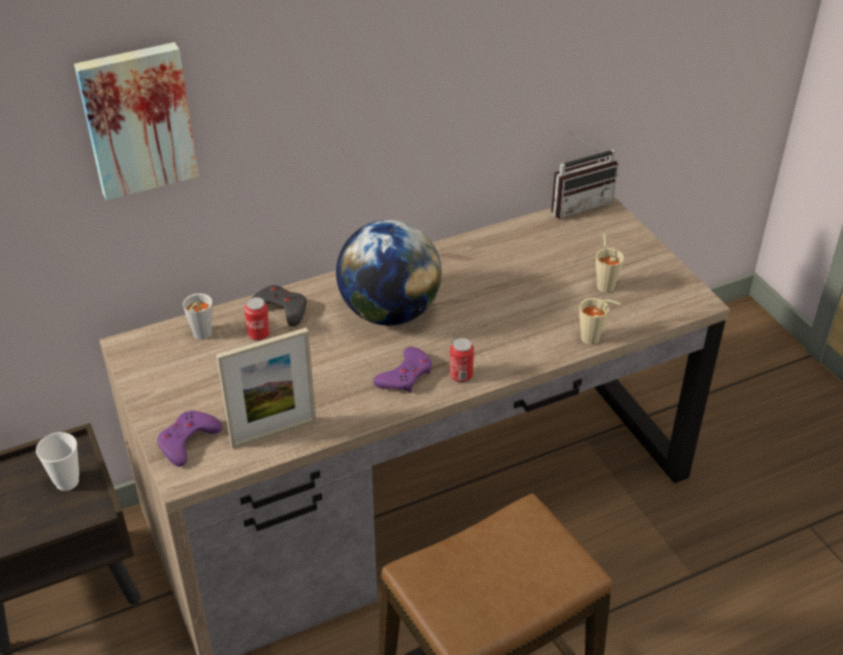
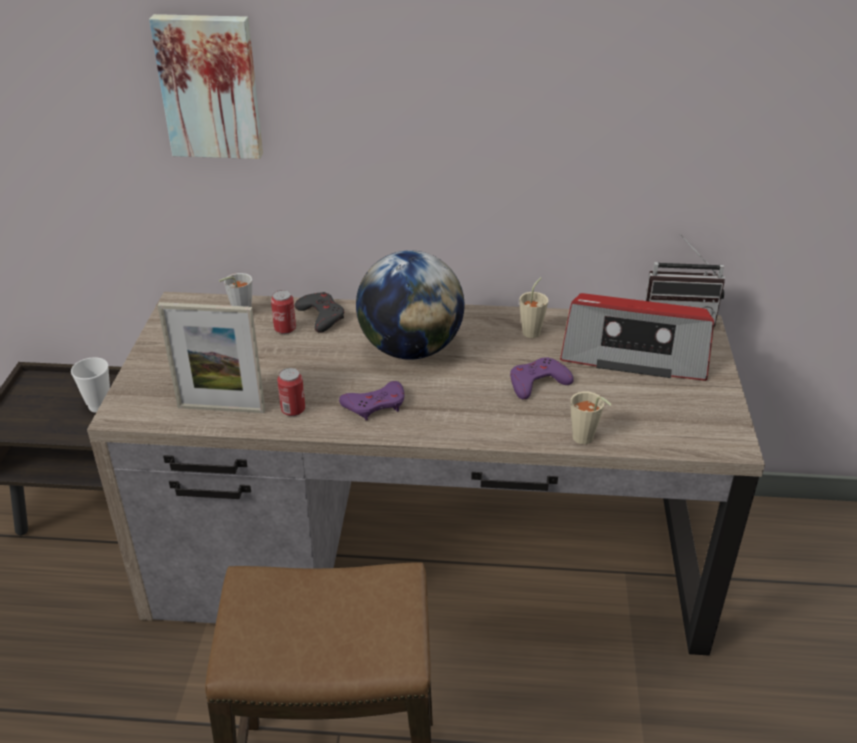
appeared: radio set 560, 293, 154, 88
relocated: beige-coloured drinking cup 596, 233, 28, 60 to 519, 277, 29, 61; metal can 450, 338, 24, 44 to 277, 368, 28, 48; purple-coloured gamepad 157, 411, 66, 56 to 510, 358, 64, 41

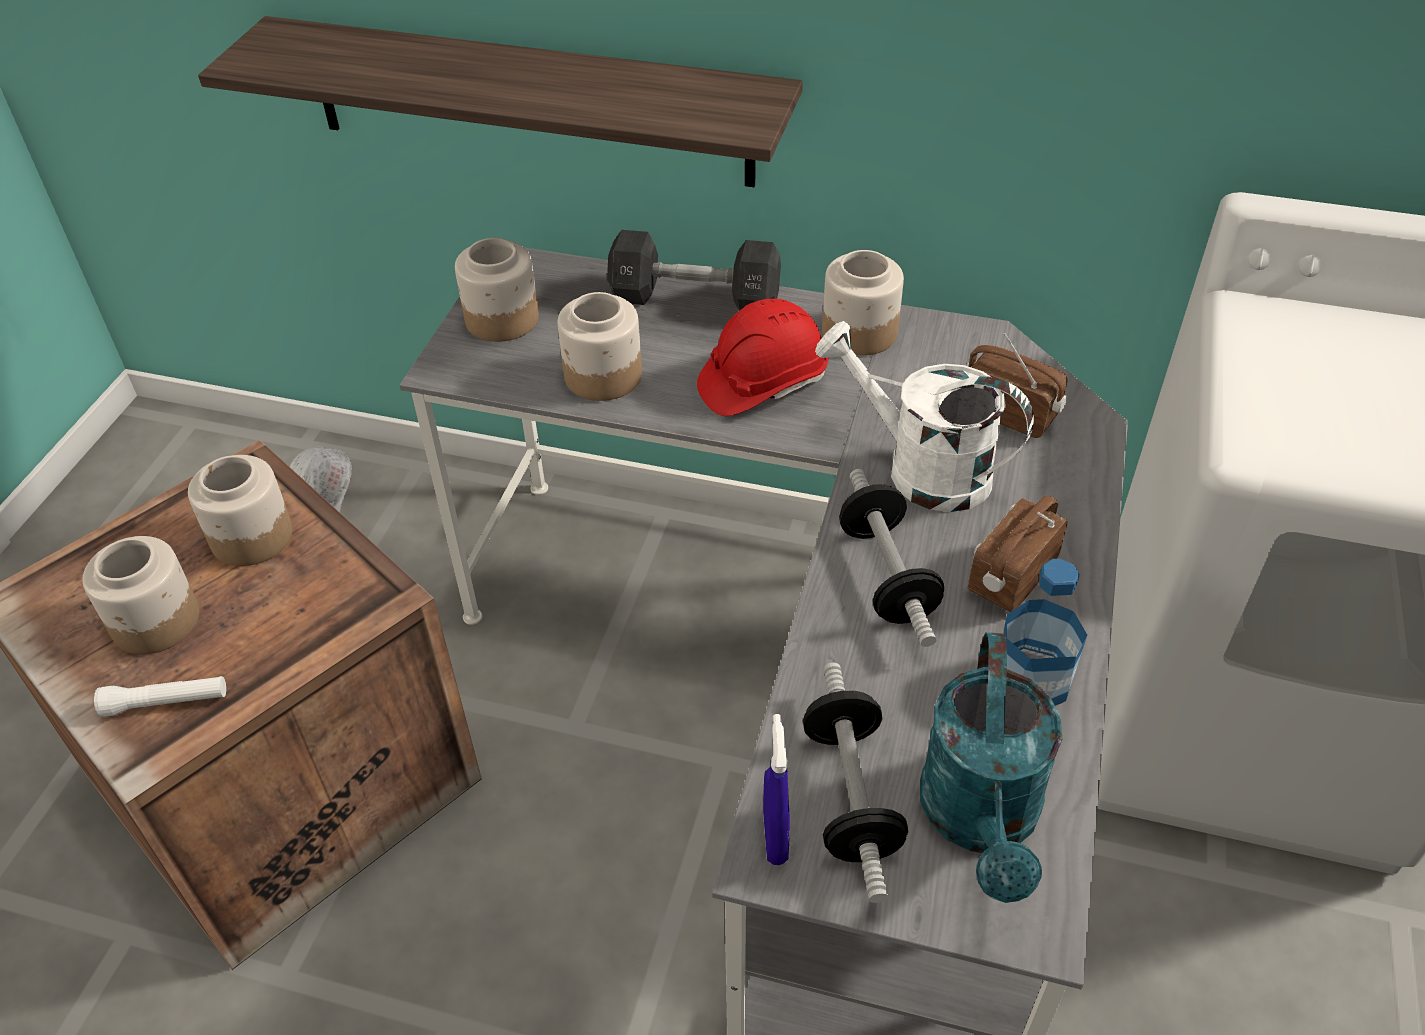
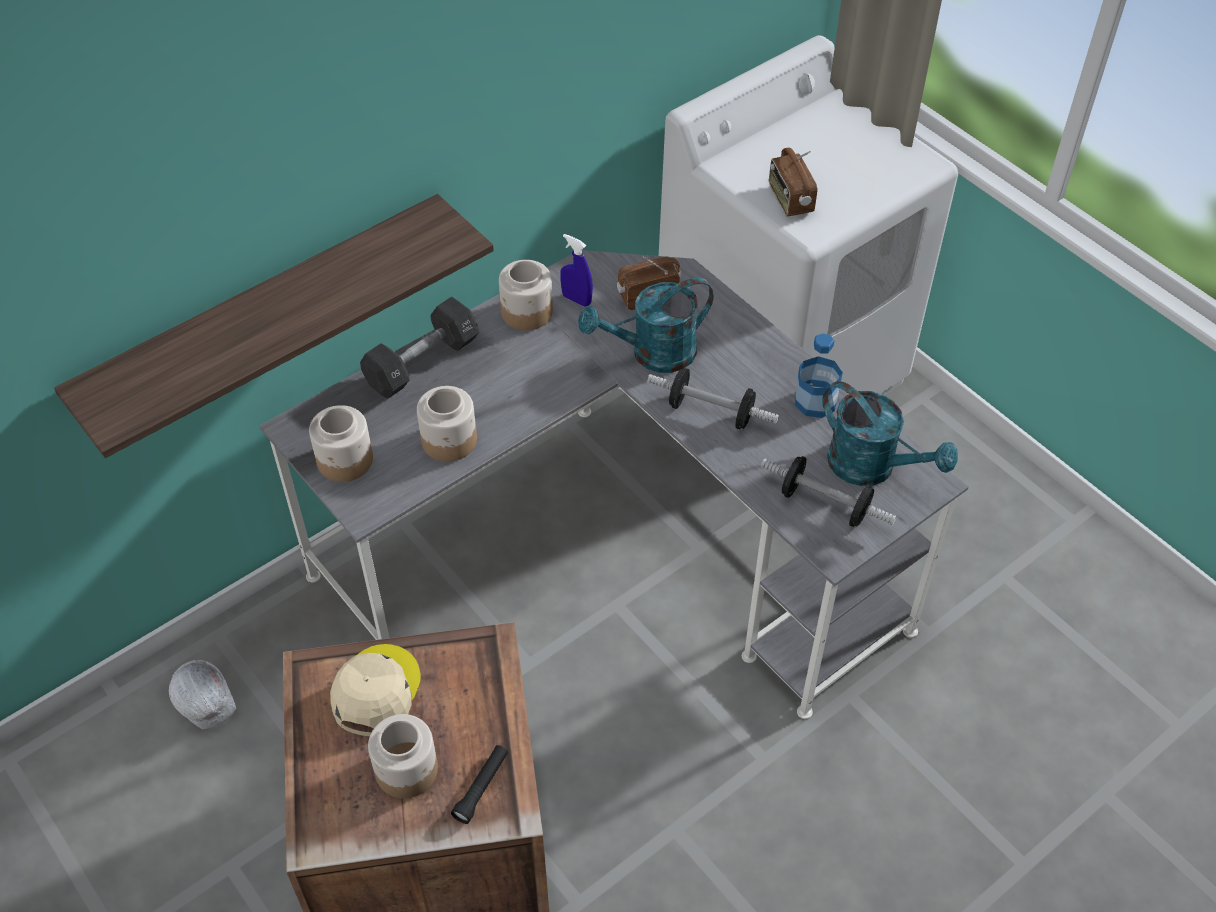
missing: red-coloured hard hat 697, 299, 132, 117
relocated: radio set 968, 496, 100, 116 to 769, 148, 48, 69; bluish hand sprayer 763, 714, 27, 151 to 560, 234, 33, 73
exchanged: storage jar 188, 455, 105, 111 to beige-coloured peaked cap 330, 644, 91, 92
colour: whitish watering can 815, 321, 219, 191 to blue-green watering can 578, 277, 135, 96; whitish torch 94, 676, 132, 41 to blackish torch 451, 745, 57, 79

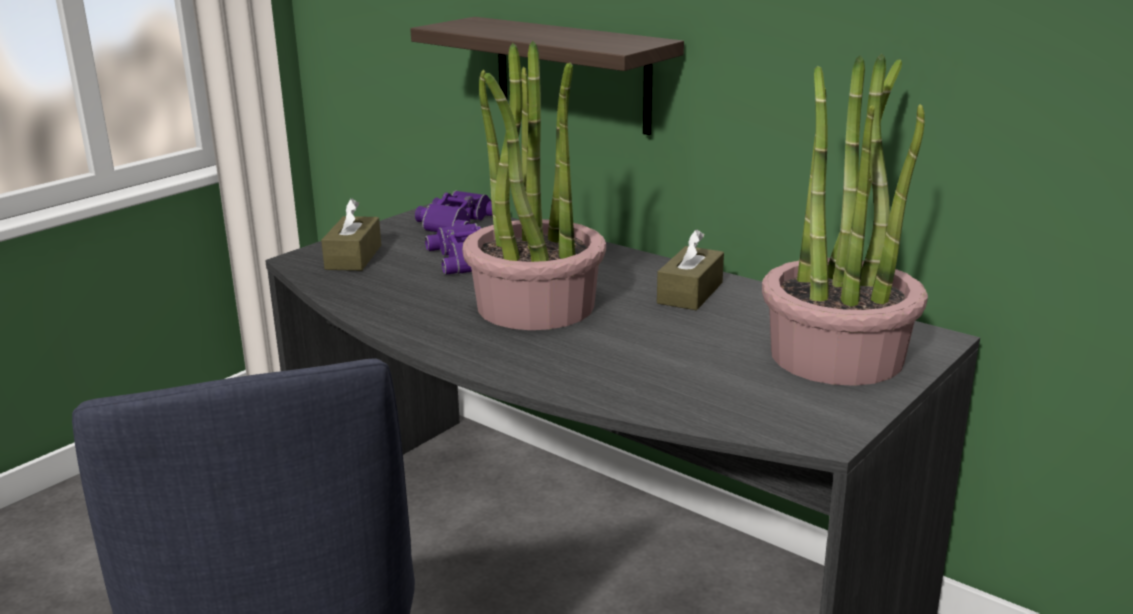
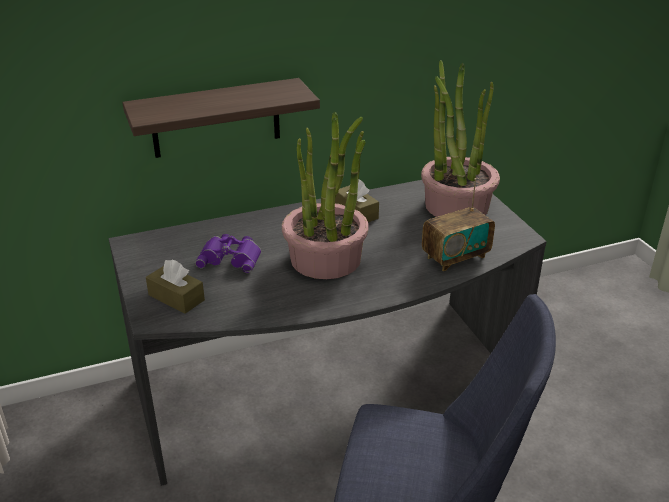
missing: purple-coloured binoculars 415, 191, 78, 41
appeared: radio set 422, 178, 73, 93

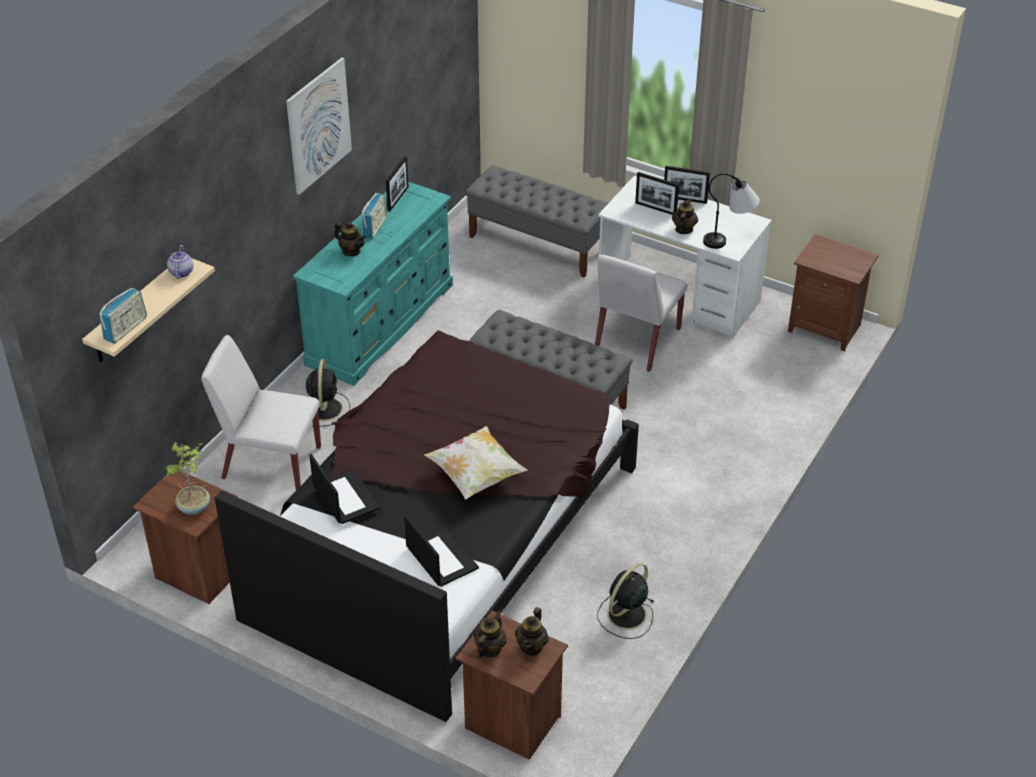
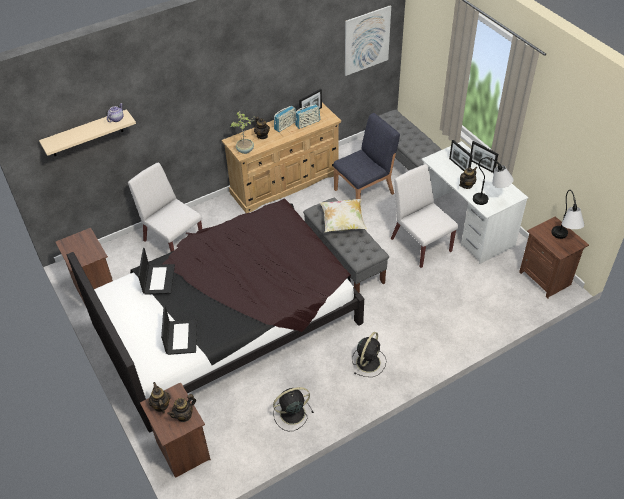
appeared: bluish plain chair 333, 113, 67, 86; tabletop lamp 551, 190, 34, 49
relocated: picture 286, 57, 66, 138 to 345, 5, 46, 71; radio set 100, 288, 47, 56 to 295, 104, 25, 25; blackish cooling fan 306, 359, 44, 67 to 352, 332, 34, 45; throw pillow 424, 426, 103, 74 to 320, 199, 47, 33; potted plant 164, 442, 46, 73 to 231, 111, 23, 43
colour: blue-green chest of drawers 293, 182, 160, 204 to beige-coloured chest of drawers 222, 102, 119, 111
spun: whitish plain chair 595, 255, 92, 117 = 391, 164, 67, 104 90 degrees clockwise; pot for tea 473, 610, 34, 48 = 149, 382, 21, 32 75 degrees counterclockwise

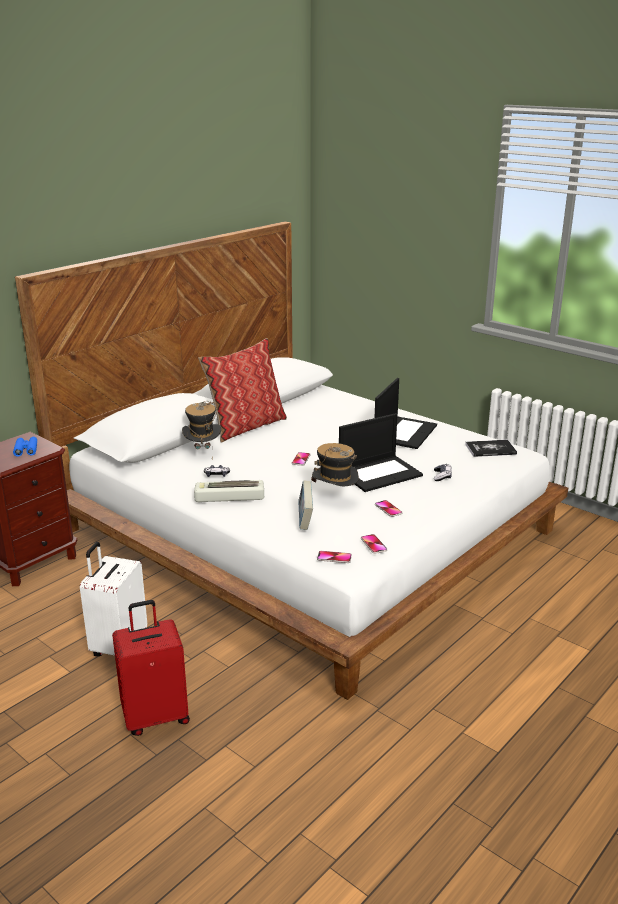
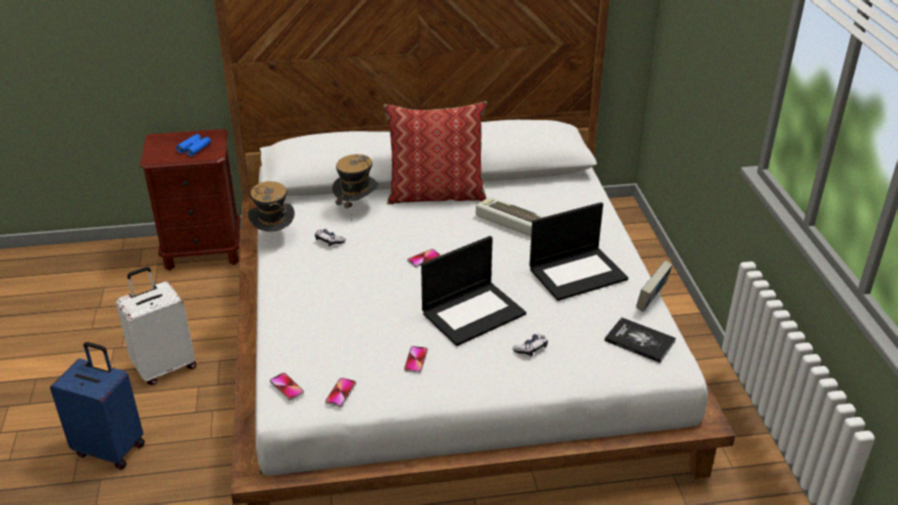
relocated: hat 311, 443, 48, 44 to 248, 181, 47, 51; computer keyboard 194, 480, 70, 22 to 476, 197, 69, 39; volume 298, 481, 15, 49 to 636, 260, 37, 52
colour: red-coloured piece of luggage 112, 600, 78, 136 to bluish piece of luggage 50, 342, 95, 128
spun: portable computer 339, 413, 84, 79 = 421, 236, 105, 110 45 degrees counterclockwise

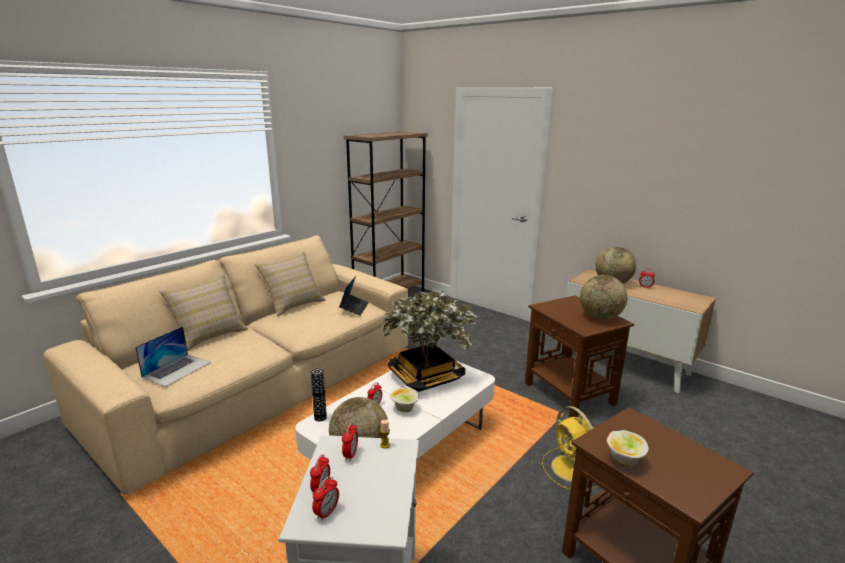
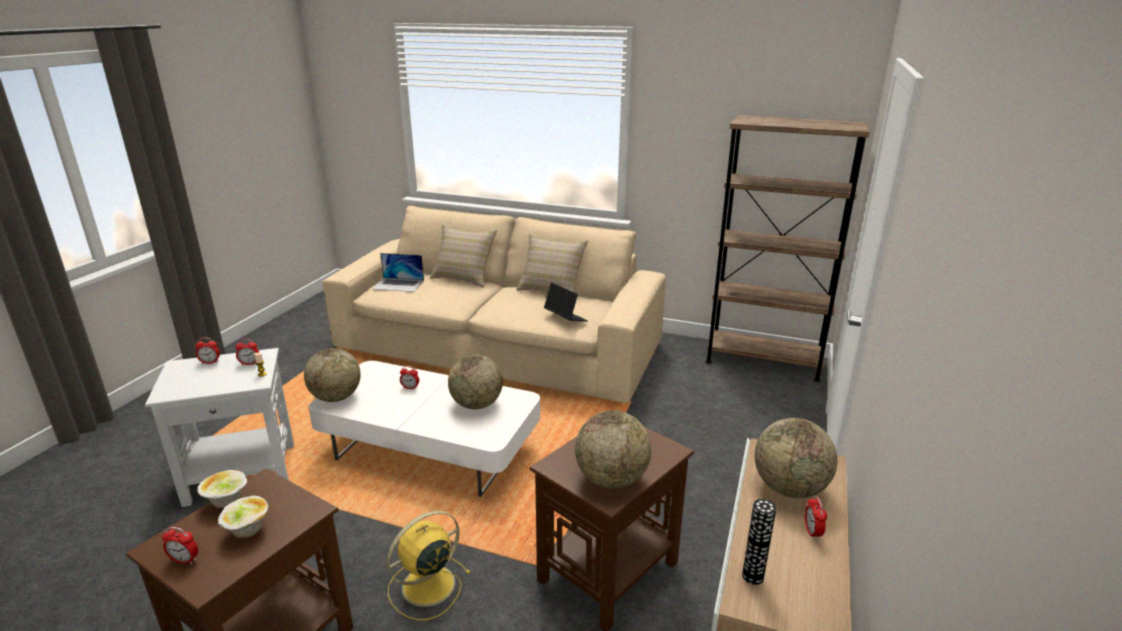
relocated: flower vase 311, 368, 16, 53 to 742, 499, 34, 86; deep dish 390, 388, 29, 24 to 218, 496, 50, 42; alarm clock 312, 476, 27, 45 to 162, 527, 36, 38
exchanged: potted plant 383, 290, 94, 102 to desk globe 448, 354, 55, 55
spun: portable computer 339, 276, 30, 40 = 544, 283, 44, 39 120 degrees counterclockwise

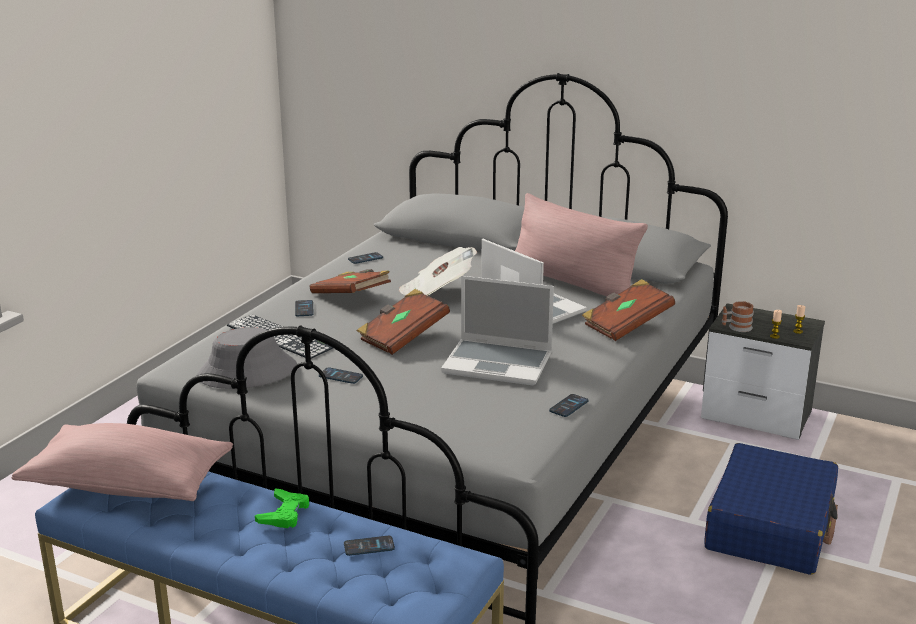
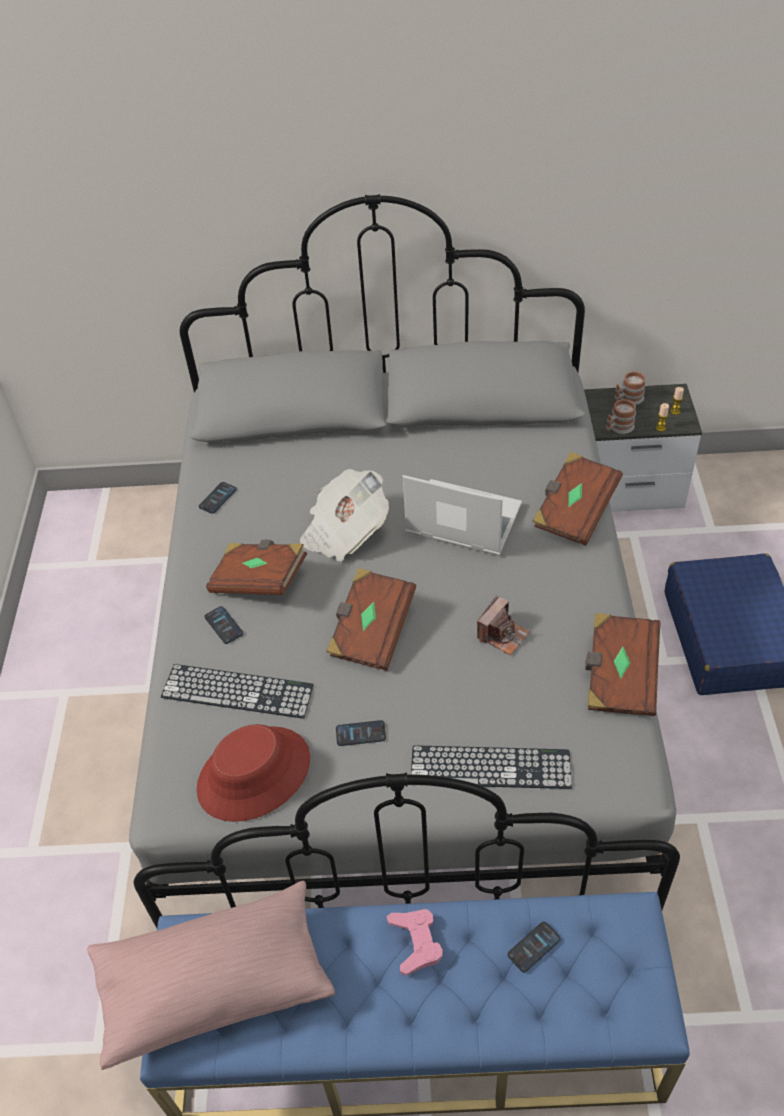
missing: pink-coloured throw pillow 515, 193, 133, 103
appeared: mug 614, 371, 32, 34; computer keyboard 411, 746, 161, 43
exchanged: portable computer 441, 276, 113, 110 to still camera 477, 595, 53, 61; handset 549, 394, 39, 23 to brownish volume 585, 613, 75, 103
colour: grey hat 197, 327, 100, 62 to red-coloured hat 196, 724, 114, 98; greenish gamepad 255, 488, 54, 40 to pink-coloured gamepad 386, 909, 57, 67

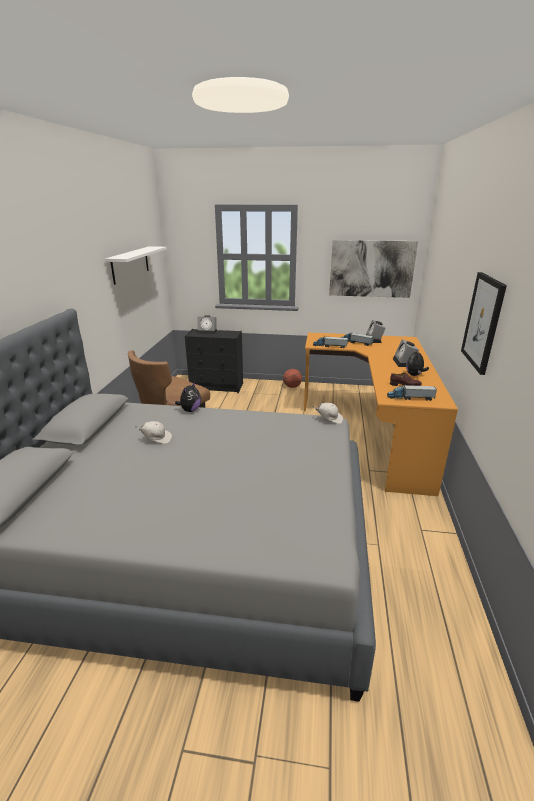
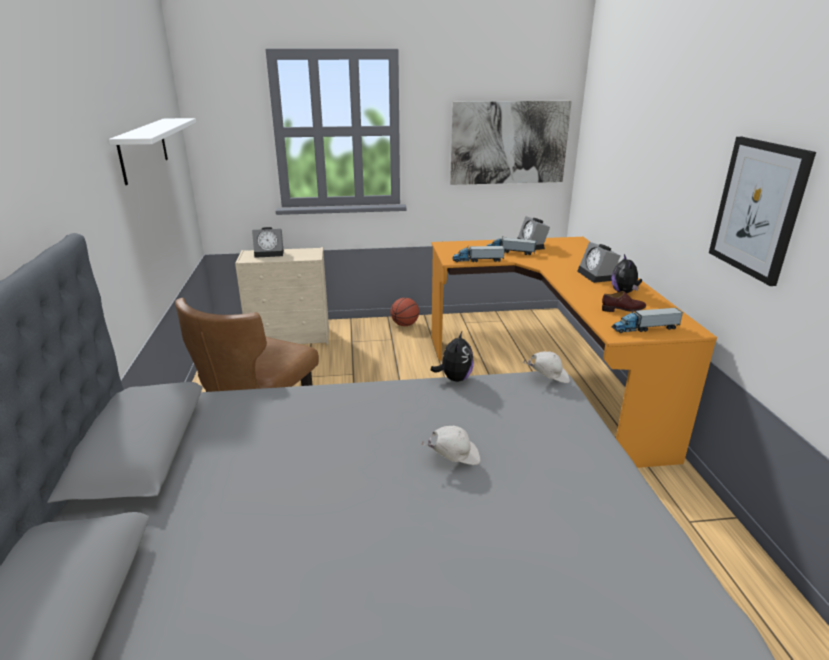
relocated: cuddly toy 175, 382, 26, 30 to 431, 331, 43, 51; whitish peaked cap 135, 421, 37, 23 to 421, 426, 60, 39
colour: blackish chest of drawers 185, 329, 58, 64 to beige-coloured chest of drawers 235, 247, 94, 98

